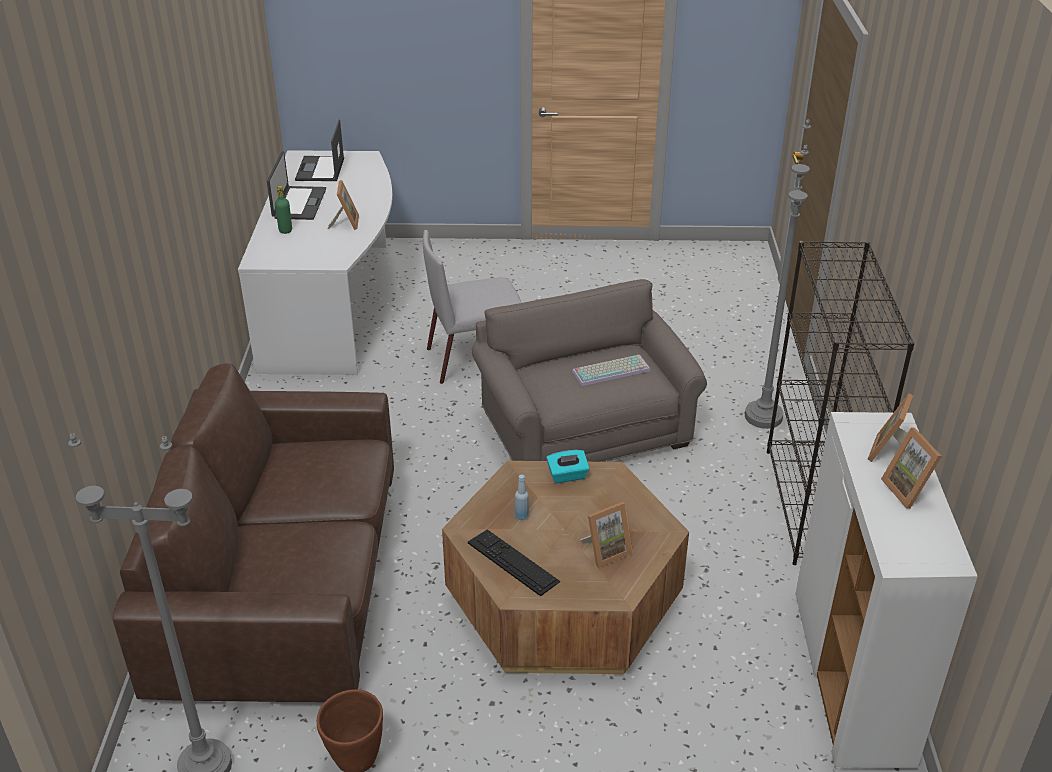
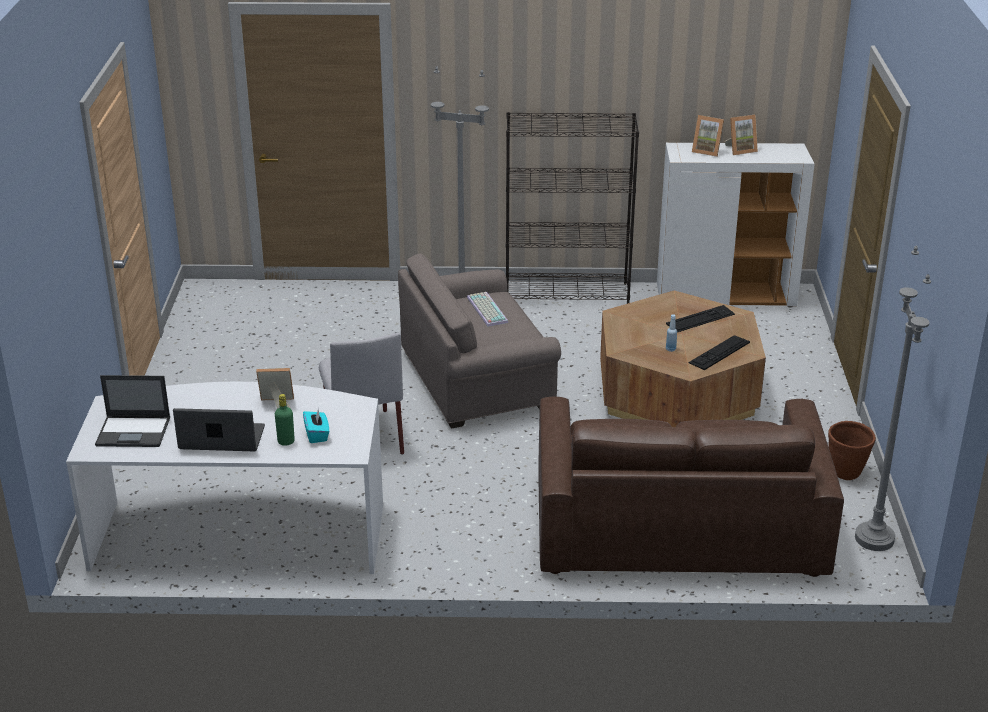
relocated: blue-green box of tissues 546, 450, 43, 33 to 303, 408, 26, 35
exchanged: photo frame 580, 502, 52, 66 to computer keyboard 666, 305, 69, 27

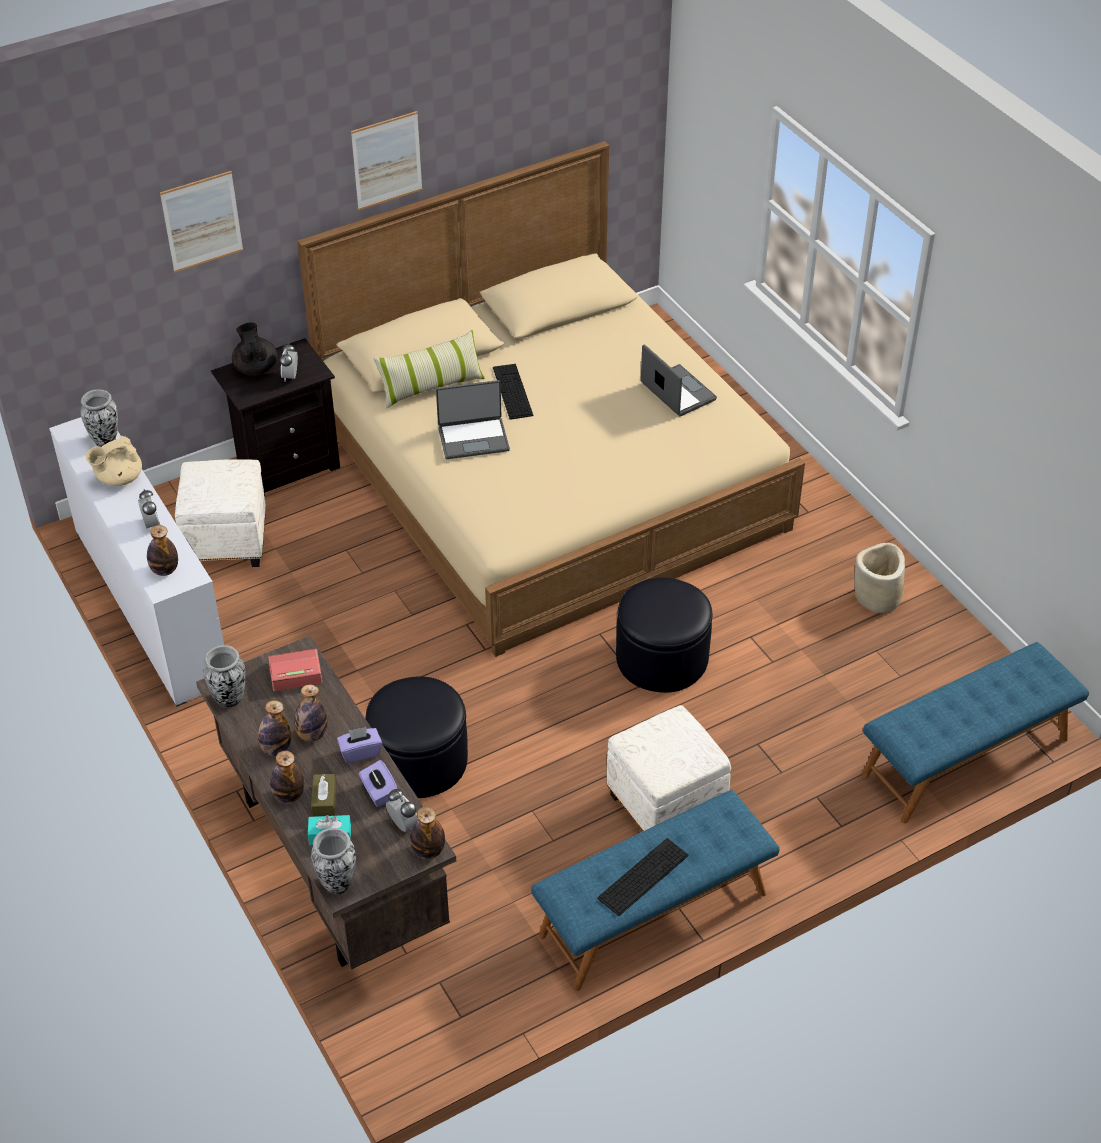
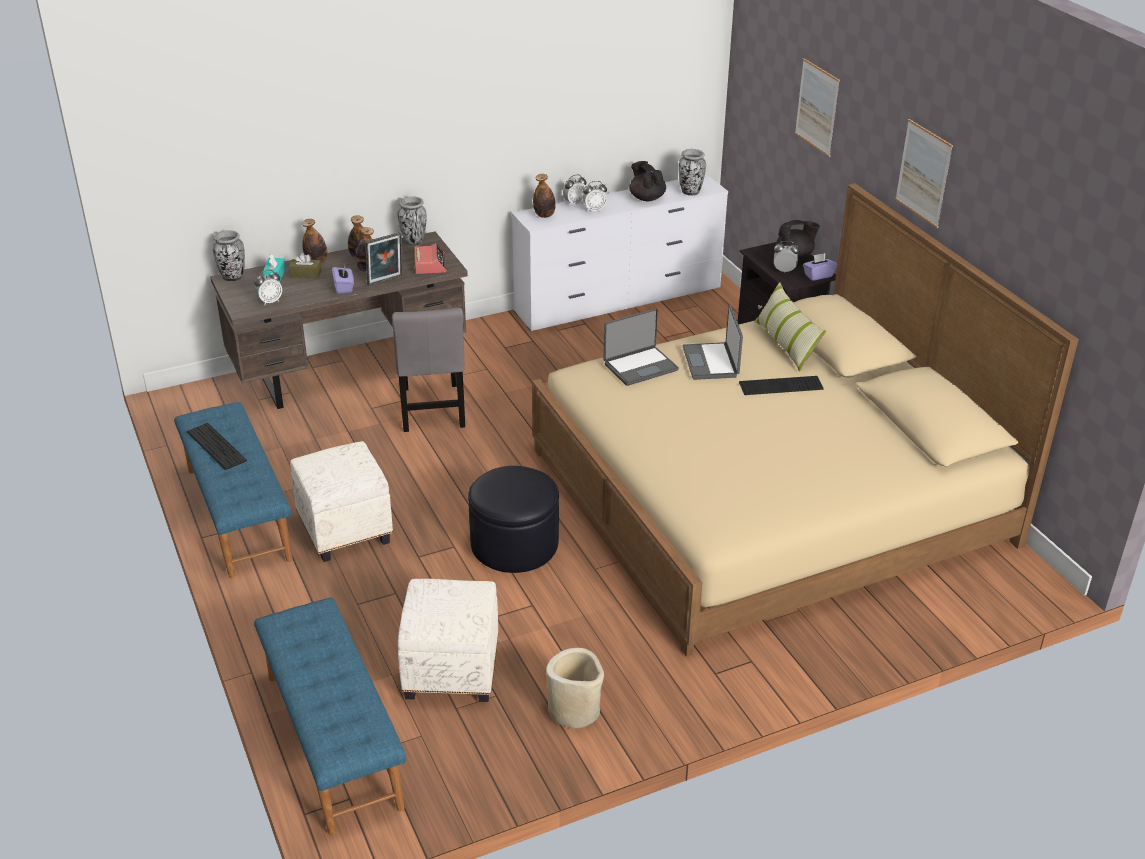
missing: bottle 410, 806, 35, 53
appeared: alarm clock 563, 175, 23, 31; photo frame 365, 232, 38, 54
relocated: portable computer 641, 344, 76, 72 to 604, 308, 75, 78; whitish pouffe 175, 459, 91, 108 to 398, 579, 101, 123; purple-coloured box of tissues 359, 760, 39, 47 to 803, 253, 34, 28
exchanged: blackish pouffe 366, 676, 102, 122 to grey plain chair 392, 308, 73, 124
colour: beige-coloured pot for tea 86, 436, 56, 50 to blackish pot for tea 629, 161, 37, 40

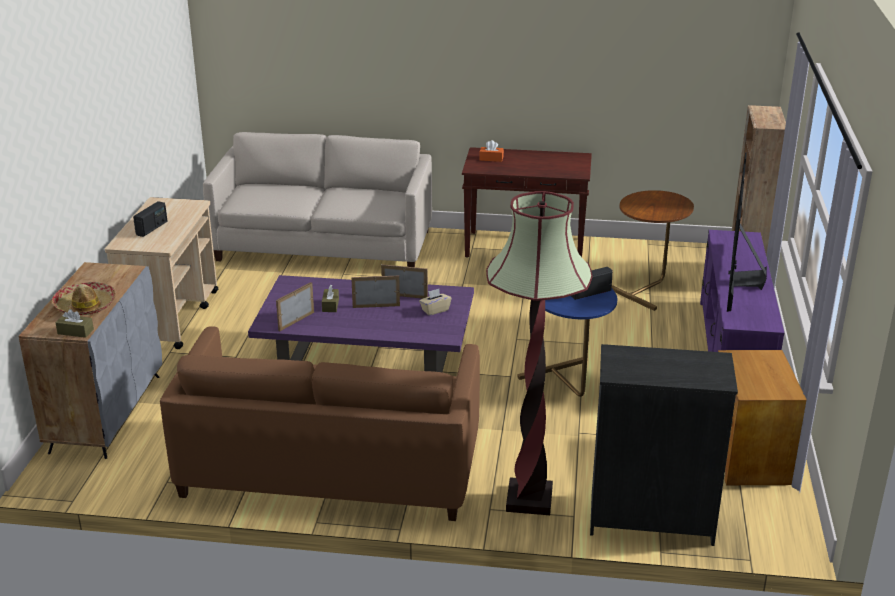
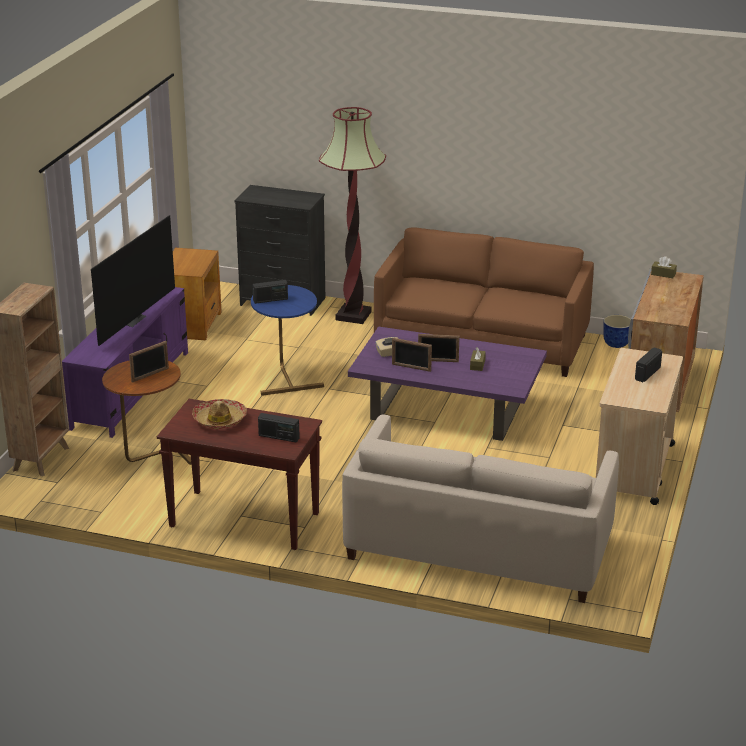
appeared: planter 603, 315, 28, 33
relocated: hat 52, 282, 64, 33 to 192, 399, 55, 30; photo frame 276, 282, 38, 49 to 129, 341, 40, 42
exchanged: orange box of tissues 479, 140, 25, 22 to radio set 258, 413, 42, 29

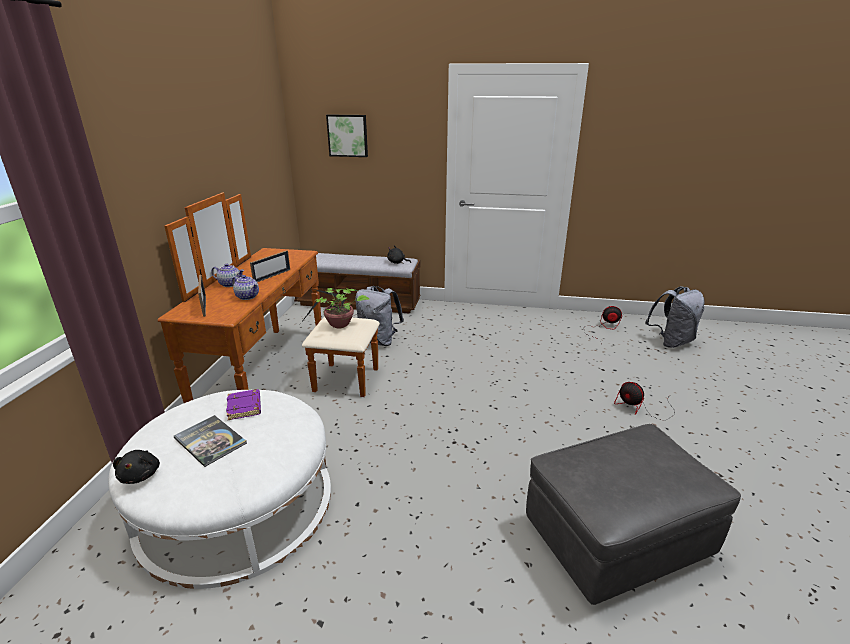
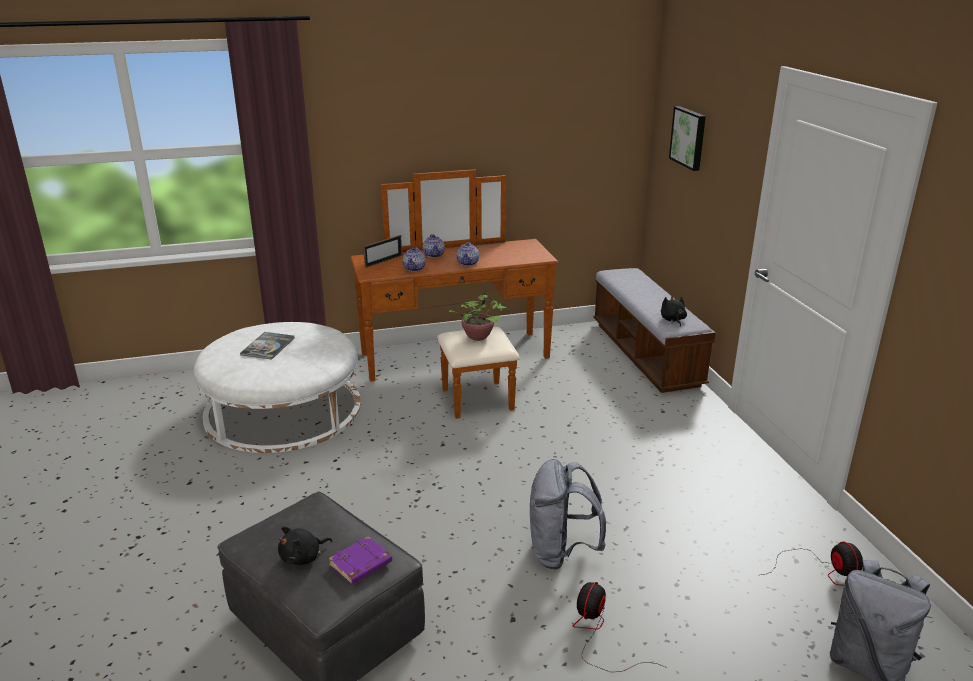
relocated: grey rucksack 355, 286, 49, 60 to 530, 459, 76, 110; purple-coloured volume 226, 389, 35, 31 to 329, 536, 63, 48; blackish cuddly toy 113, 450, 47, 34 to 278, 527, 54, 38
exchanged: photo frame 250, 250, 40, 32 to pot for tea 457, 242, 22, 24

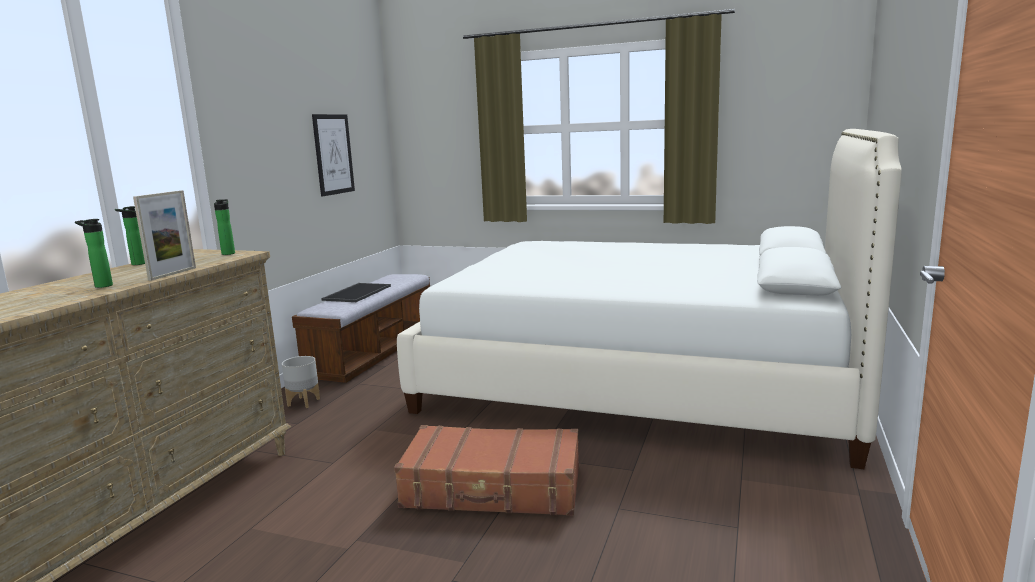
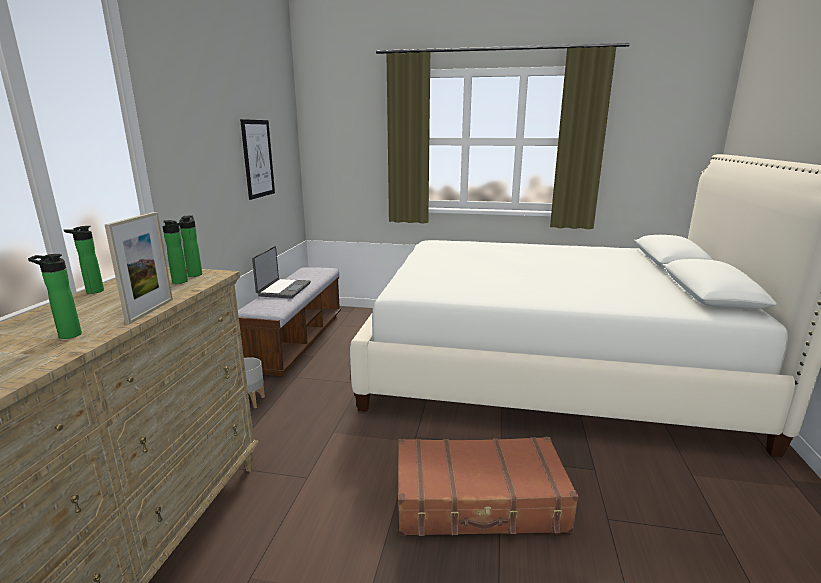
appeared: bottle 163, 220, 25, 64
exchanged: tray 321, 283, 70, 19 to portable computer 252, 246, 59, 52

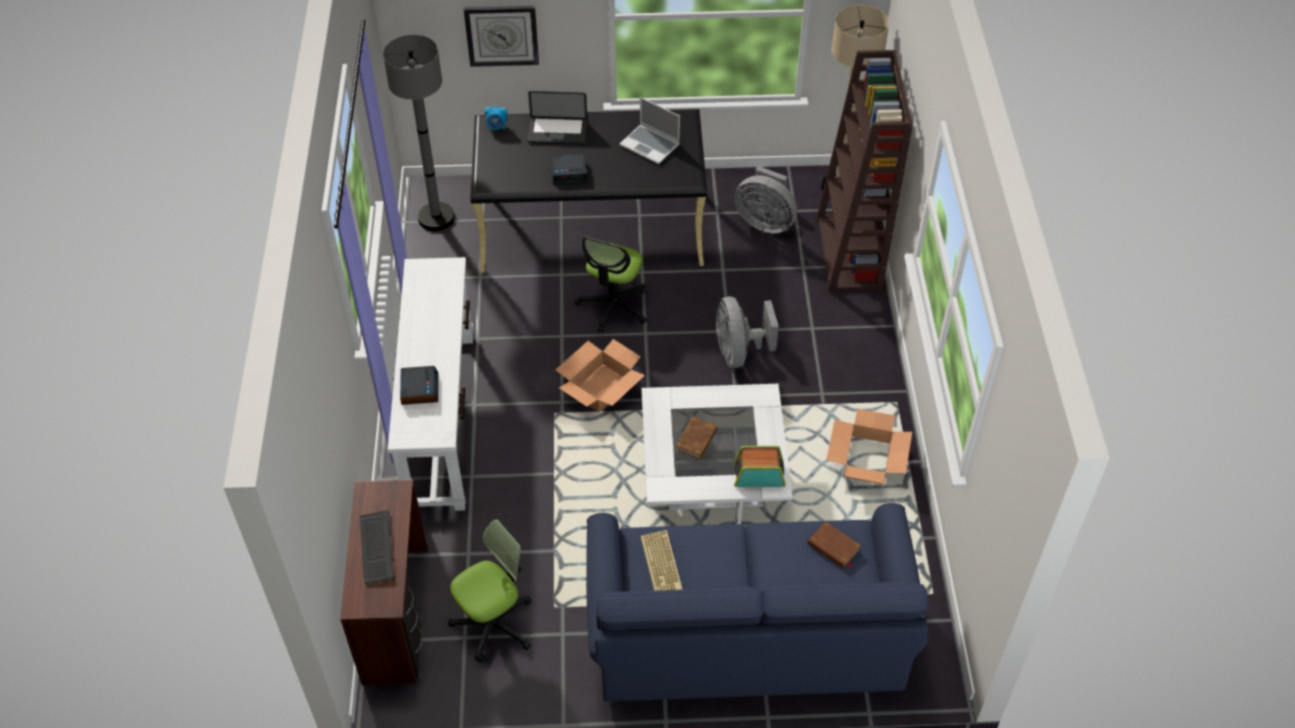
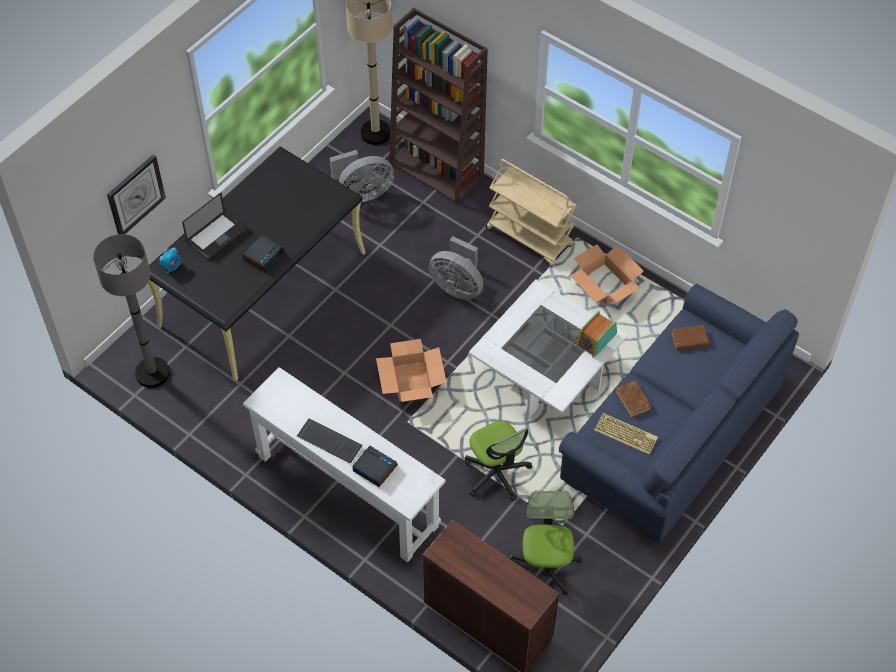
missing: portable computer 619, 97, 61, 67
appeared: beige-coloured cart 486, 159, 91, 108
relocated: office chair 575, 237, 72, 96 to 464, 421, 68, 80; brownish volume 676, 417, 42, 43 to 615, 380, 37, 38; computer keyboard 360, 510, 35, 74 to 297, 418, 66, 45

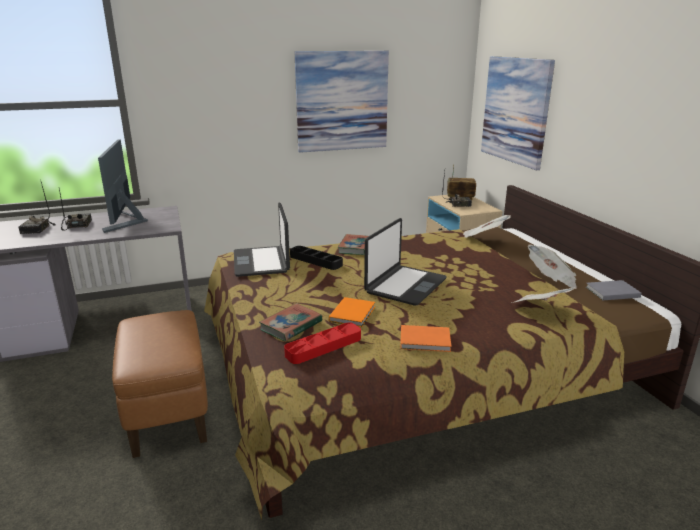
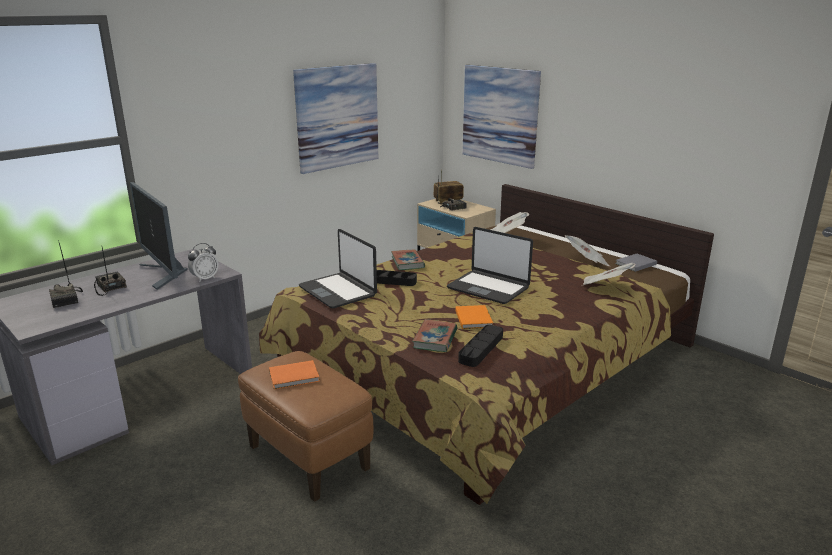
appeared: alarm clock 188, 243, 30, 39
relocated: orange volume 400, 325, 52, 27 to 269, 360, 51, 30
colour: red-coloured tray 284, 322, 77, 42 to blackish tray 458, 325, 45, 42
spun: portable computer 364, 218, 83, 87 = 447, 227, 86, 77 120 degrees clockwise

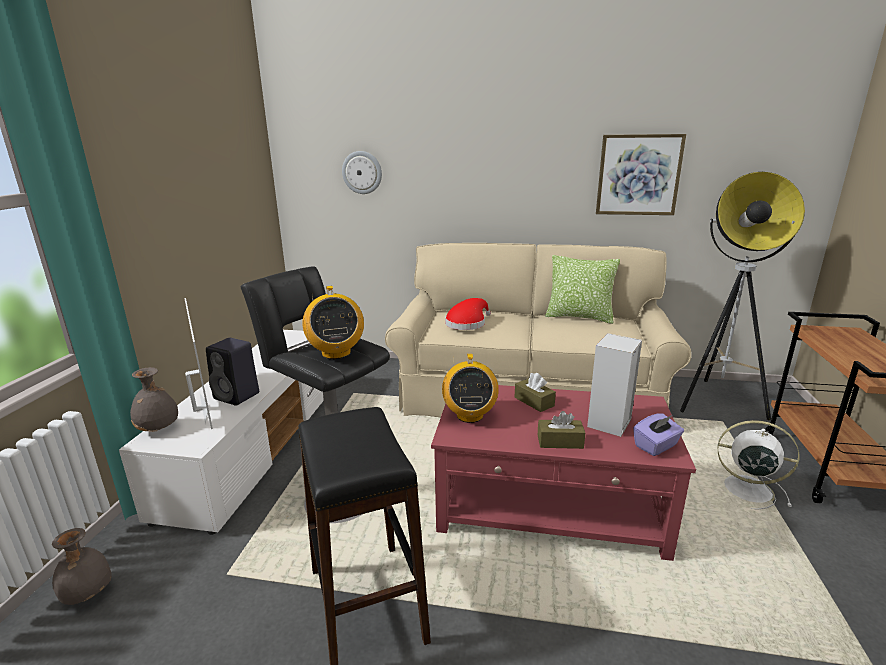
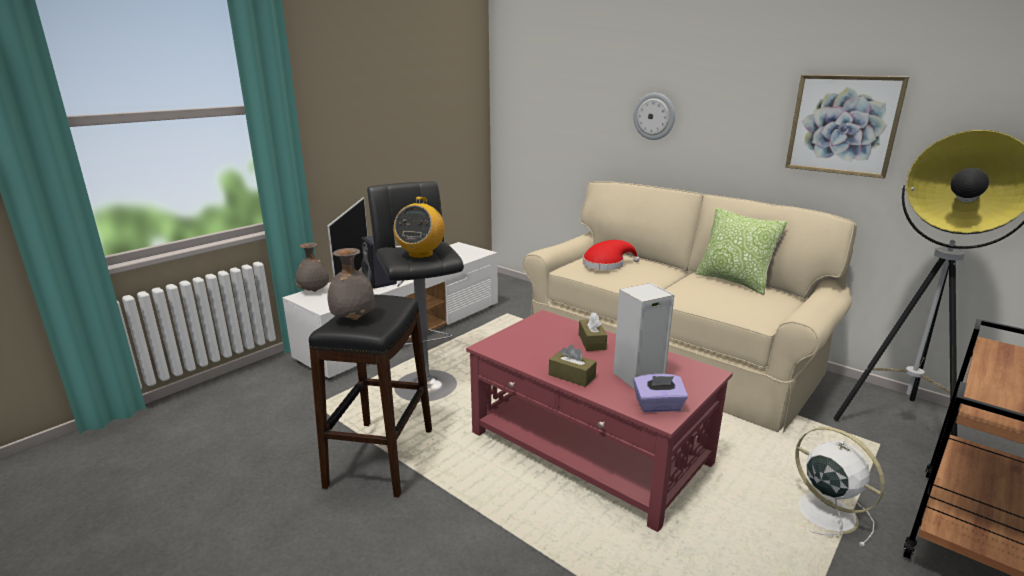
missing: radio set 442, 354, 57, 69
relocated: wall clock 342, 151, 40, 43 to 633, 93, 42, 47; grey flower vase 52, 528, 60, 77 to 328, 248, 47, 72

